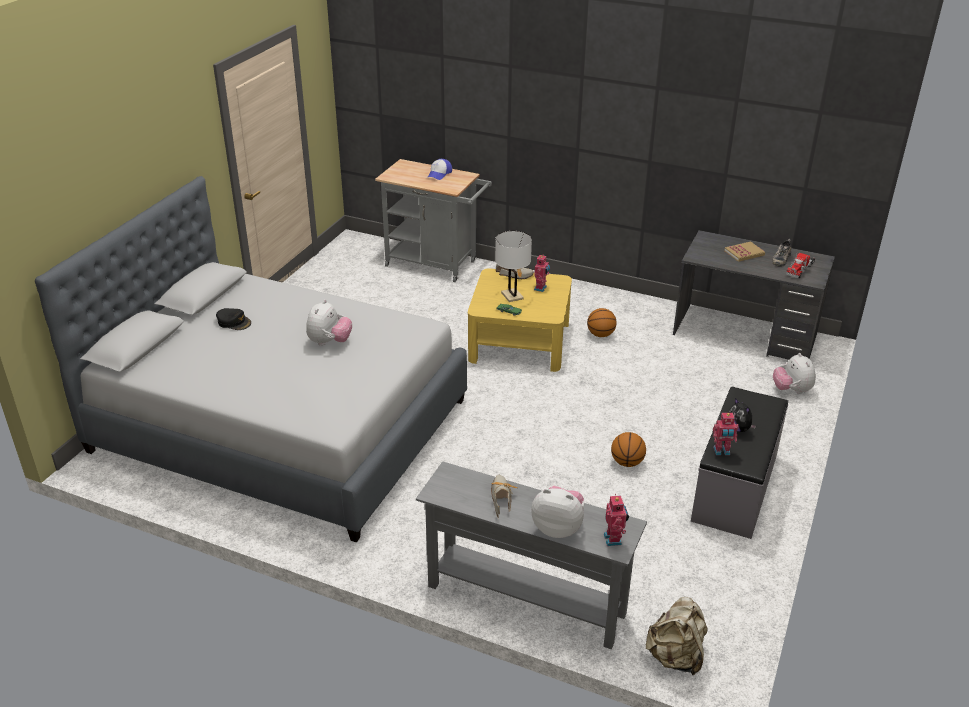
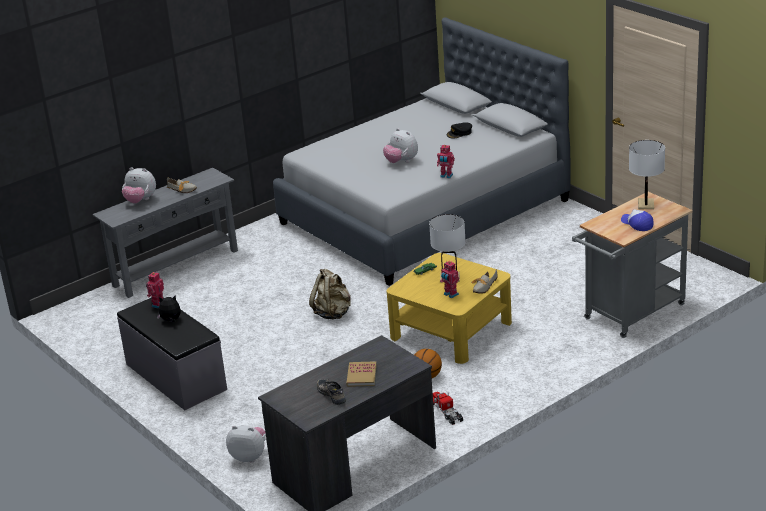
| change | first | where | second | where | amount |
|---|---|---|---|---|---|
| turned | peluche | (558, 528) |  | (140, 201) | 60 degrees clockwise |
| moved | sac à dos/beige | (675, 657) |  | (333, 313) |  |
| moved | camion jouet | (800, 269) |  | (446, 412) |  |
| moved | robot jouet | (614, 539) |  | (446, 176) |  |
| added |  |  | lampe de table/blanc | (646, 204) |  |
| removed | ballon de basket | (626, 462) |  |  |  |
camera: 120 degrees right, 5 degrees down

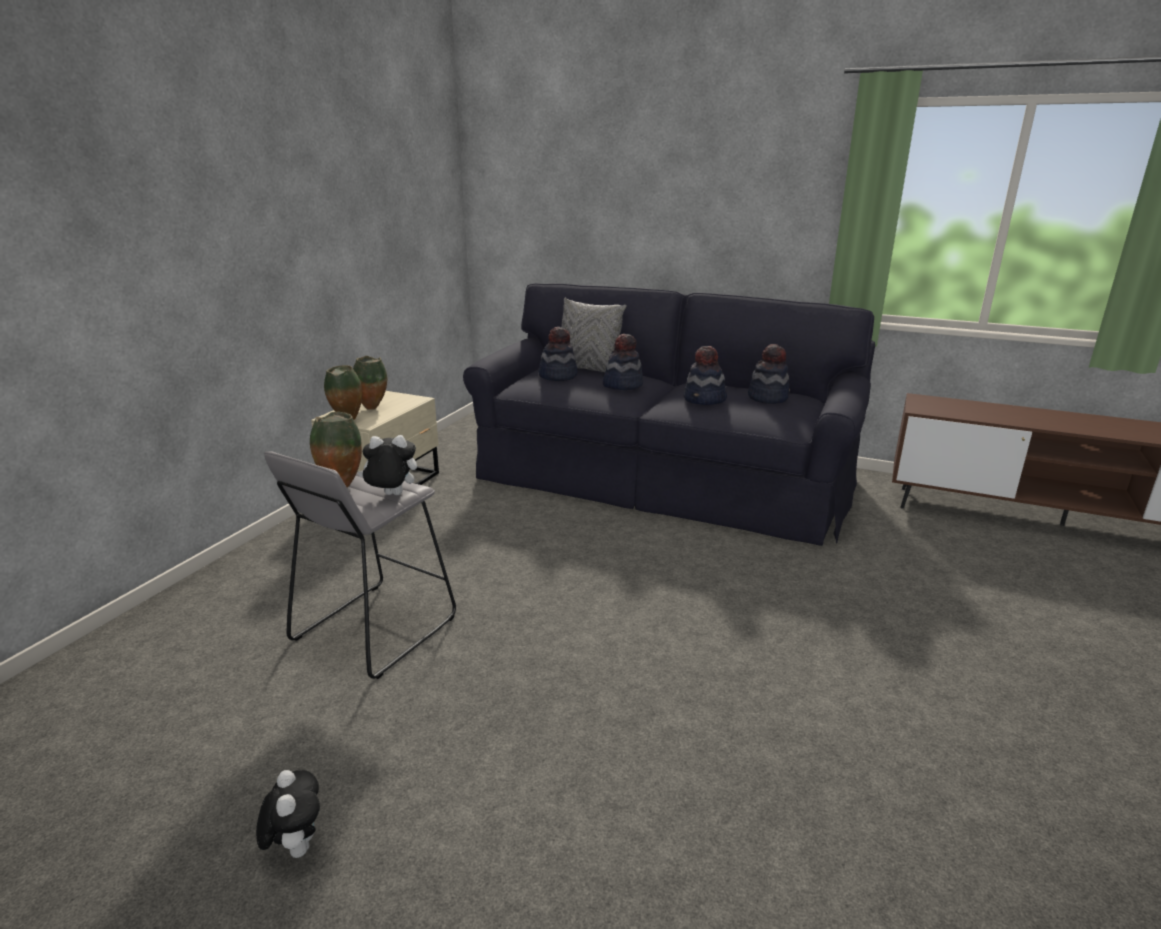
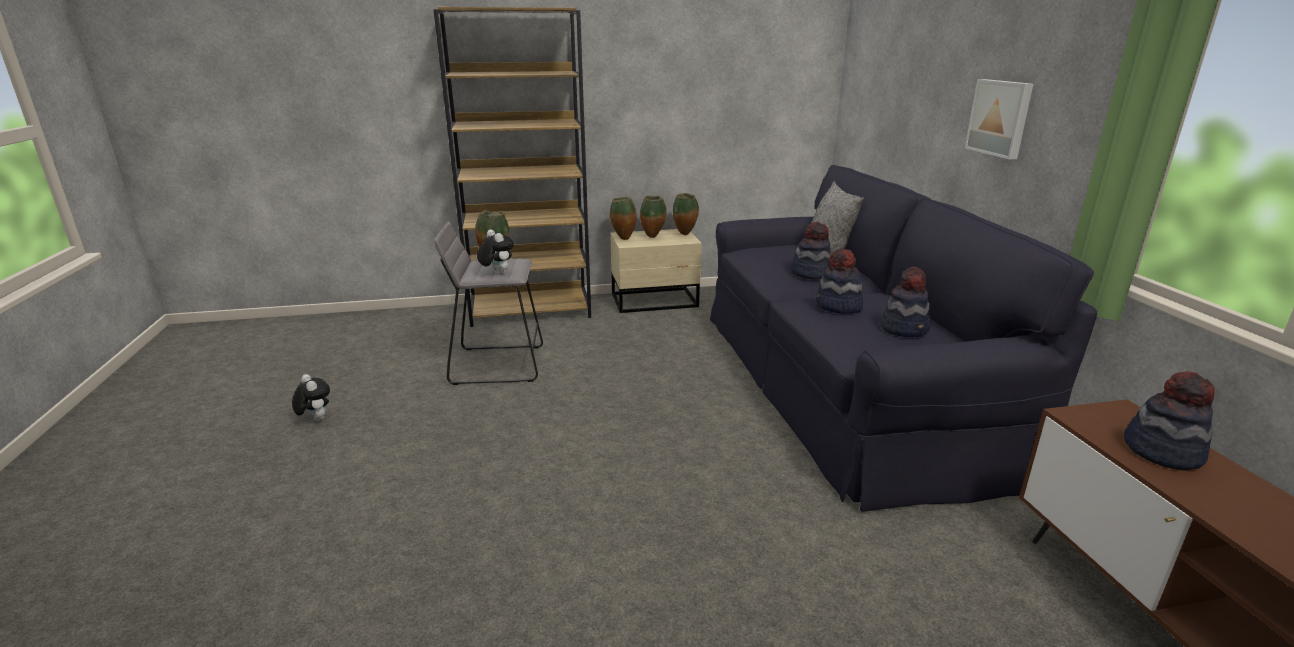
| change | first | where | second | where | amount |
|---|---|---|---|---|---|
| turned | peluche | (296, 846) |  | (315, 419) | 75 degrees counterclockwise |
| added |  |  | bibliothèque/marron | (531, 310) |  |
| added |  |  | vase | (685, 234) |  |
| added |  |  | tableau | (1000, 118) |  |
| moved | chapeau | (558, 376) |  | (1162, 451) |  |
camera: 55 degrees right, 0 degrees up

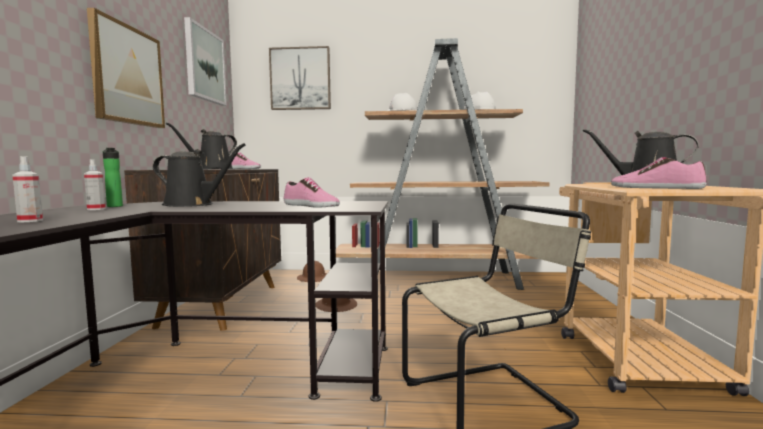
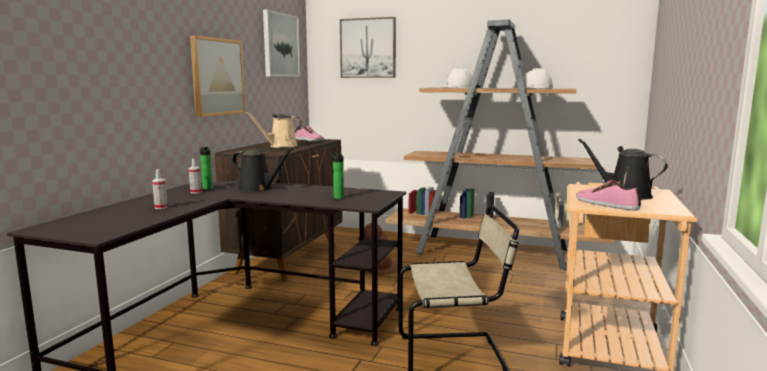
| change | first | where | second | where | amount |
|---|---|---|---|---|---|
| recoloured | arrosoir/noir | (212, 169) | arrosoir/beige | (281, 146) |  |
| replaced | chaussure | (310, 206) | bouteille | (337, 197) |  |
camera: 15 degrees right, 5 degrees up

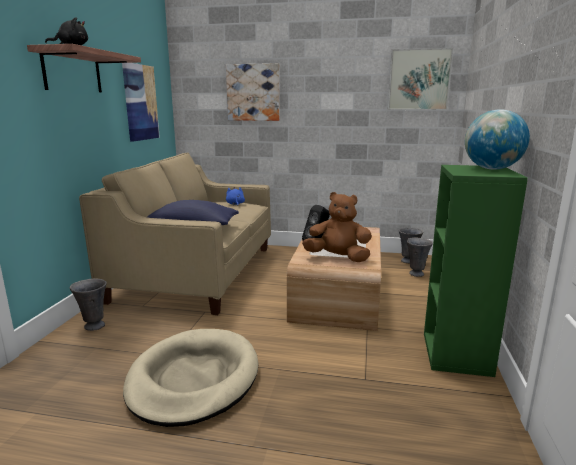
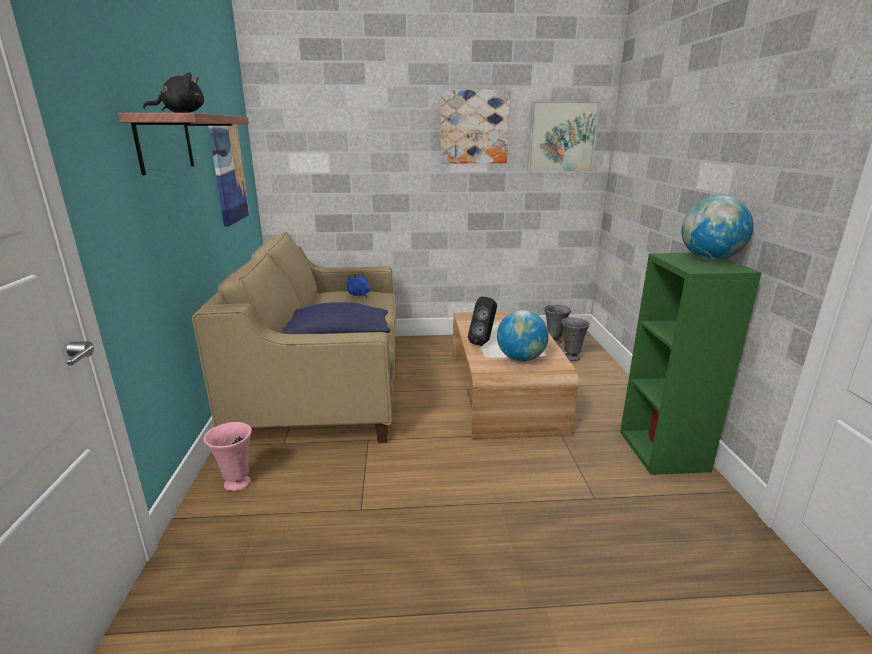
| change | first | where | second | where | amount |
|---|---|---|---|---|---|
| recoloured | vase/gris | (94, 326) | vase/rose | (236, 483) |  |
| moved | tableau | (253, 92) |  | (474, 127) |  |
| replaced | peluche/marron | (338, 258) | globe | (520, 359) |  |
| removed | panier pour chien/beige | (193, 379) |  |  |  |
camera: 15 degrees left, 5 degrees up

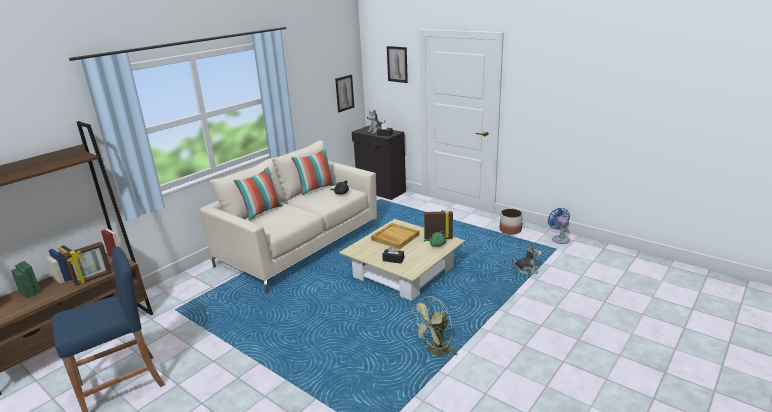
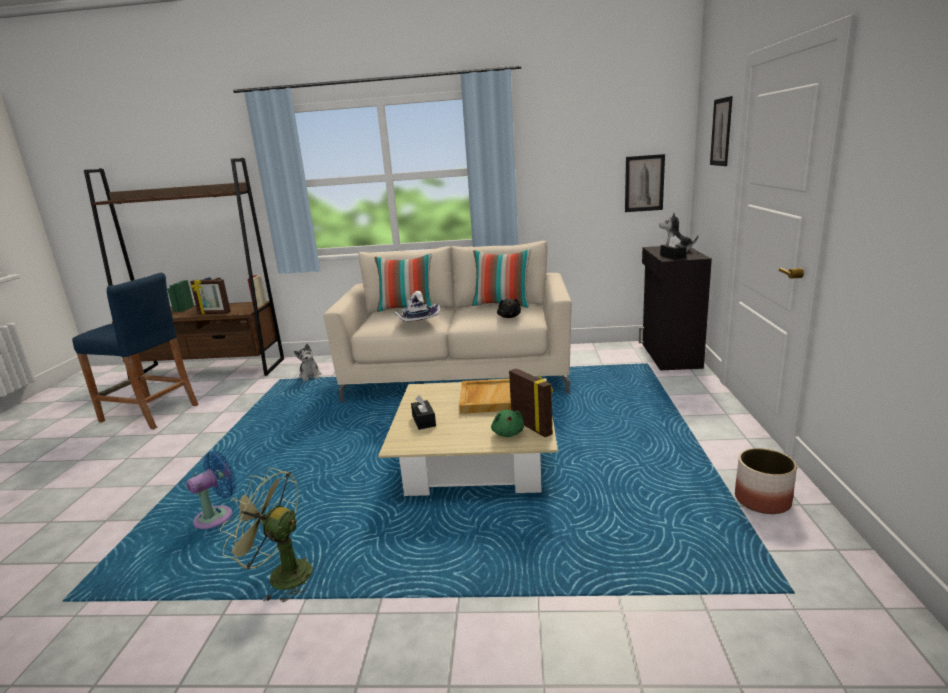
| change | first | where | second | where | amount |
|---|---|---|---|---|---|
| moved | ventilateur/bleu | (559, 238) |  | (217, 516) |  |
| moved | peluche | (526, 269) |  | (310, 376) |  |
| added |  |  | chapeau/blanc | (417, 322) |  |
camera: 55 degrees right, 5 degrees down

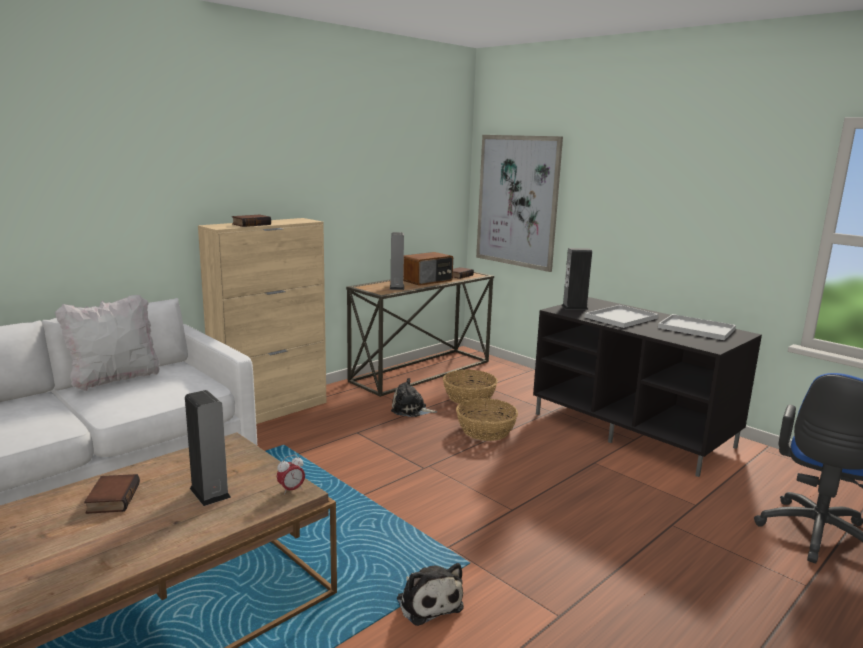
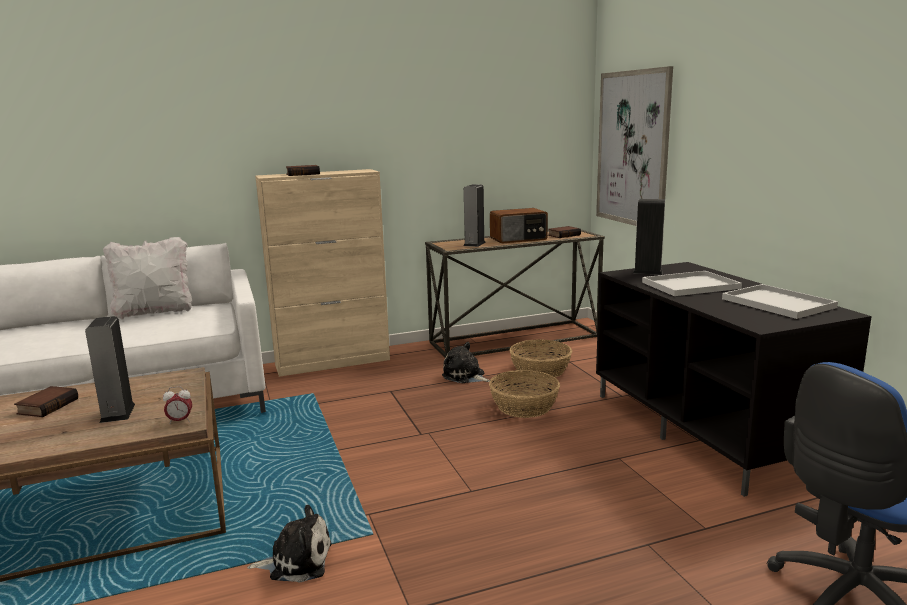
| change | first | where | second | where | amount |
|---|---|---|---|---|---|
| turned | peluche | (428, 601) |  | (296, 561) | 90 degrees counterclockwise |
camera: 25 degrees right, 0 degrees up

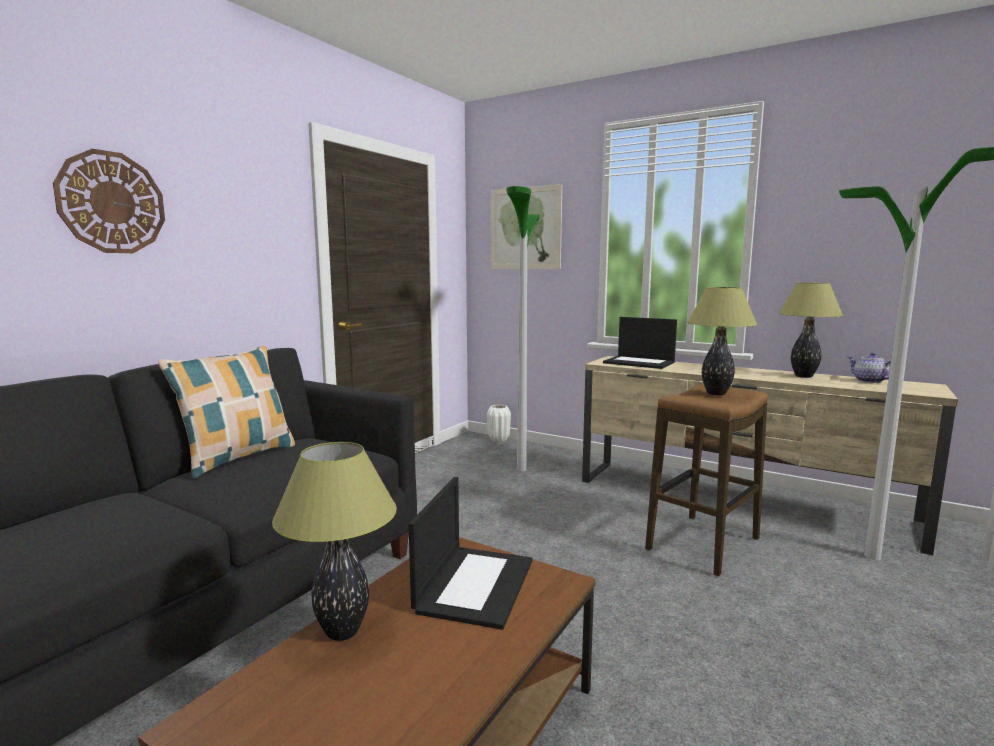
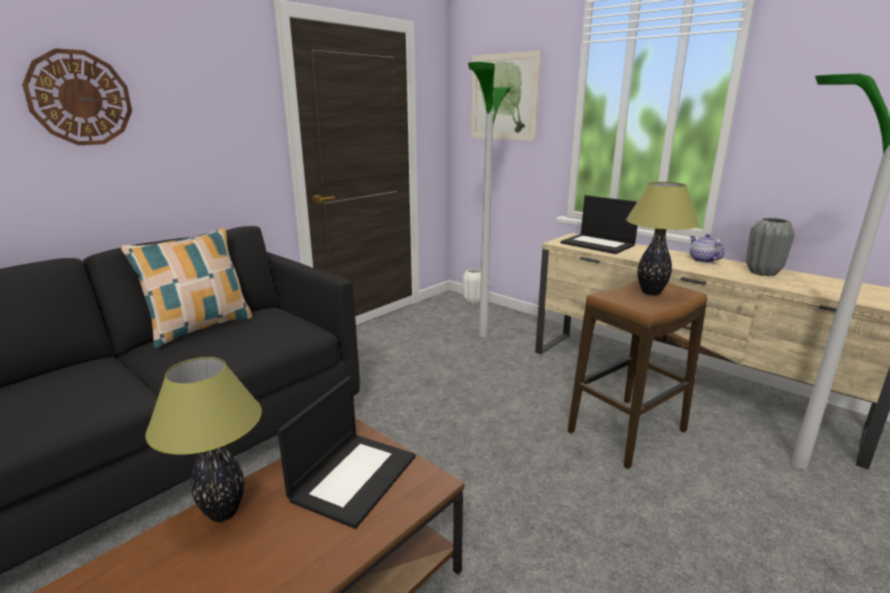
| change | first | where | second | where | amount |
|---|---|---|---|---|---|
| moved | théière | (869, 381) |  | (702, 260) |  |
| replaced | lampe de table | (803, 376) | vase/gris | (762, 272) |  |
camera: 10 degrees right, 10 degrees up

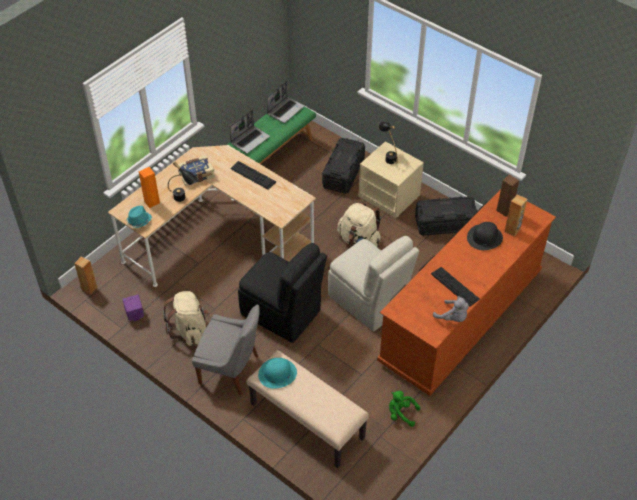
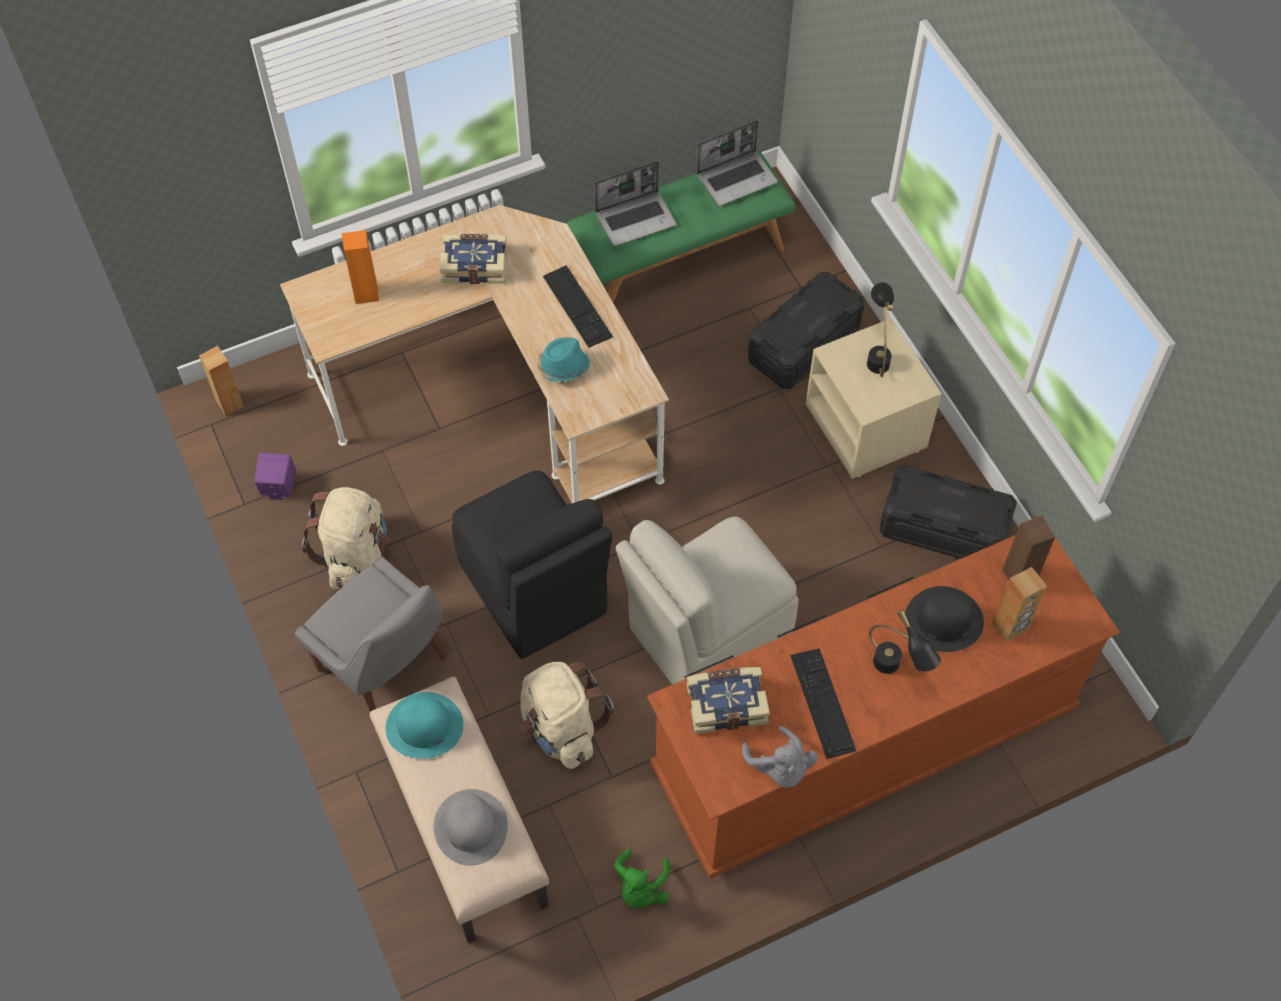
| change | first | where | second | where | amount |
|---|---|---|---|---|---|
| added |  |  | chapeau/gris | (470, 826) |  |
| moved | sac à dos/beige | (359, 241) |  | (561, 728) |  |
| moved | chapeau/turquoise | (138, 221) |  | (562, 366) |  |
| turned | peluche/vert | (401, 414) |  | (641, 888) | 120 degrees counterclockwise |
| turned | chaise/beige | (369, 301) |  | (706, 633) | 75 degrees clockwise |
| added |  |  | livre | (726, 703) |  |
| moved | lampe de table/noir | (184, 199) |  | (895, 671) |  |
camera: 25 degrees right, 10 degrees up

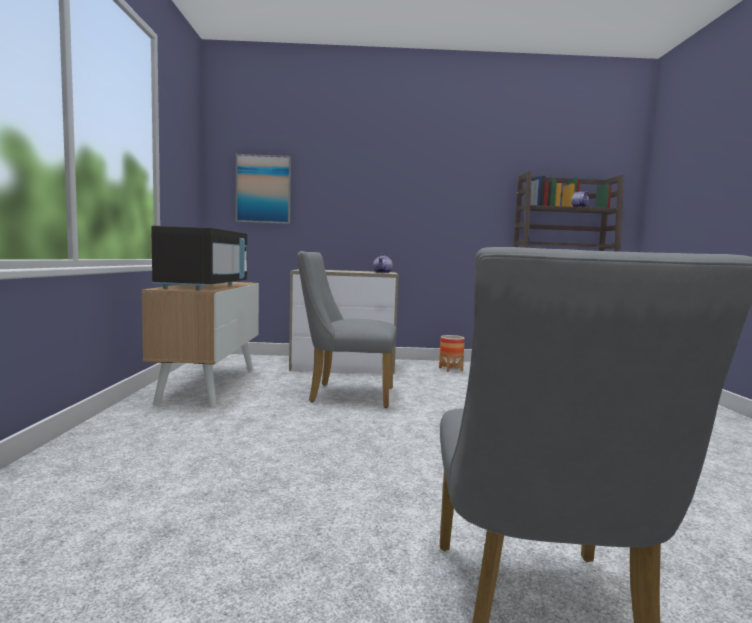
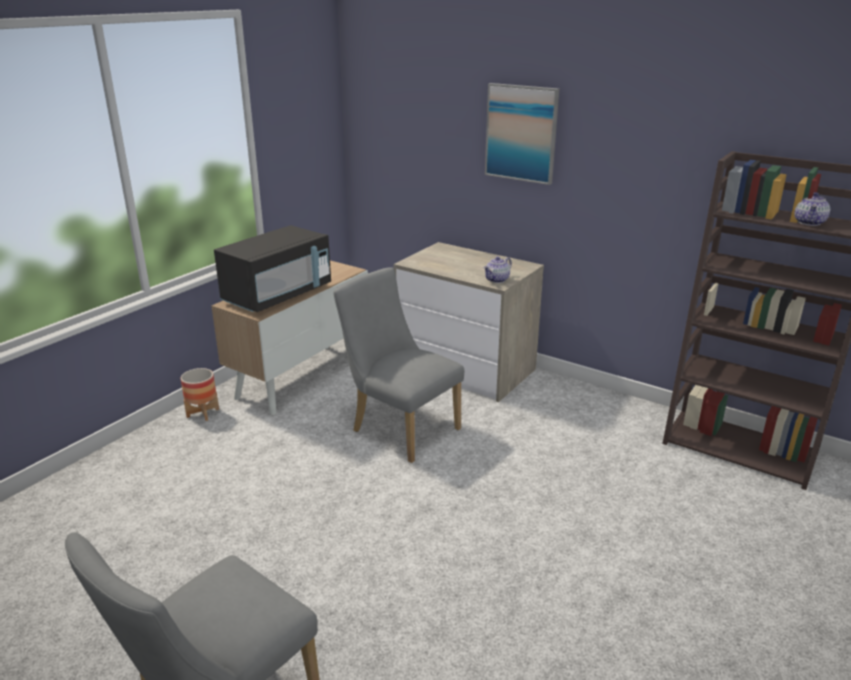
| change | first | where | second | where | amount |
|---|---|---|---|---|---|
| moved | cache-pot | (450, 369) |  | (203, 413) |  |
| moved | tableau | (263, 189) |  | (521, 133) |  |
camera: 35 degrees right, 20 degrees up

